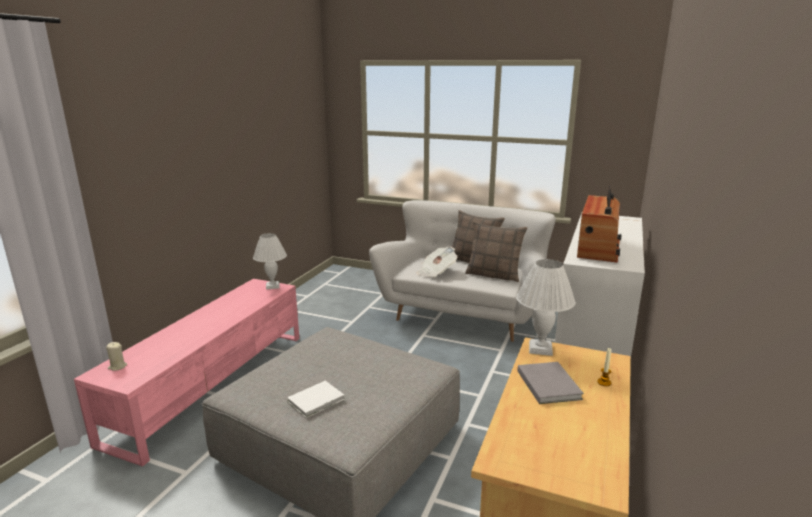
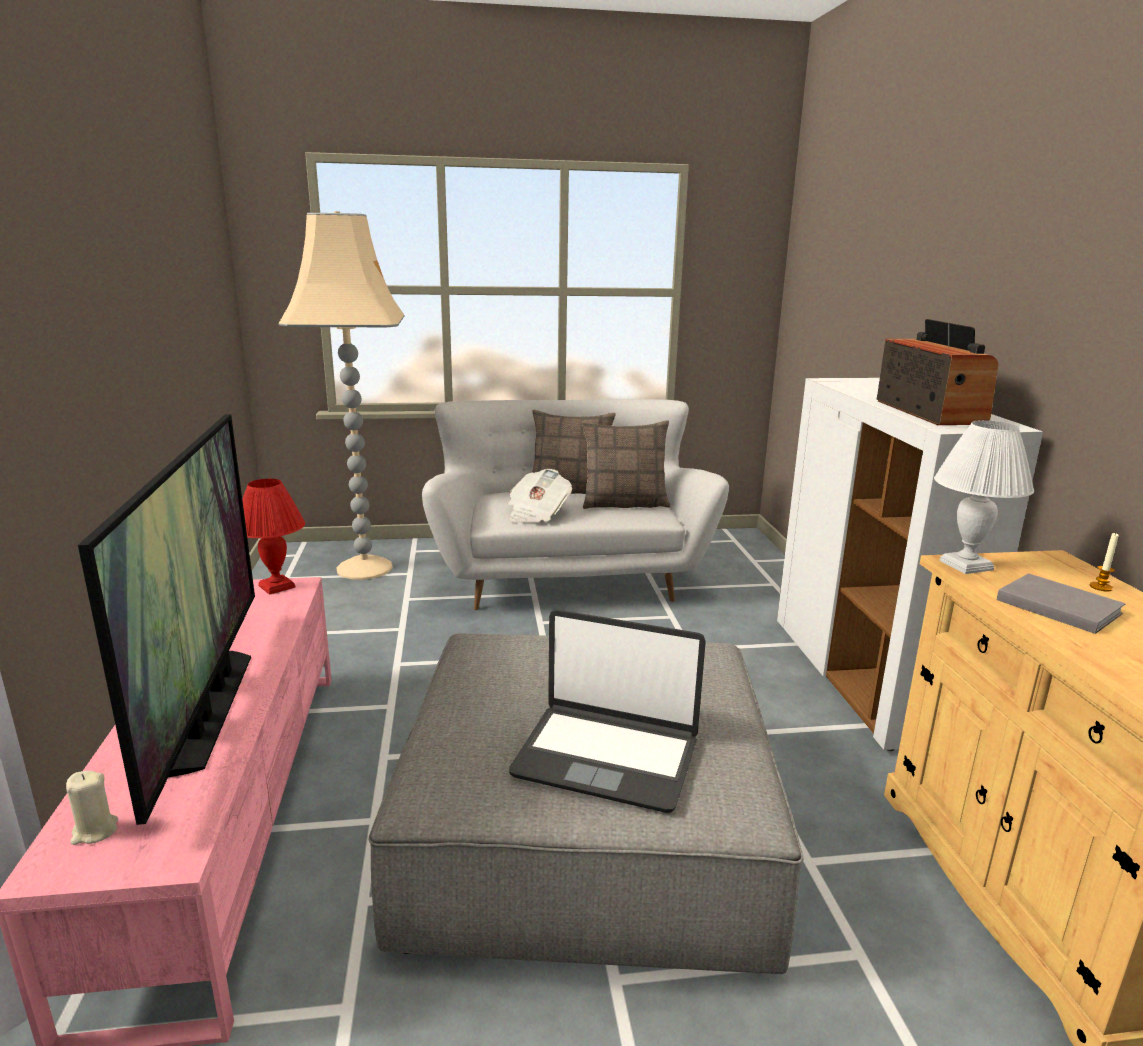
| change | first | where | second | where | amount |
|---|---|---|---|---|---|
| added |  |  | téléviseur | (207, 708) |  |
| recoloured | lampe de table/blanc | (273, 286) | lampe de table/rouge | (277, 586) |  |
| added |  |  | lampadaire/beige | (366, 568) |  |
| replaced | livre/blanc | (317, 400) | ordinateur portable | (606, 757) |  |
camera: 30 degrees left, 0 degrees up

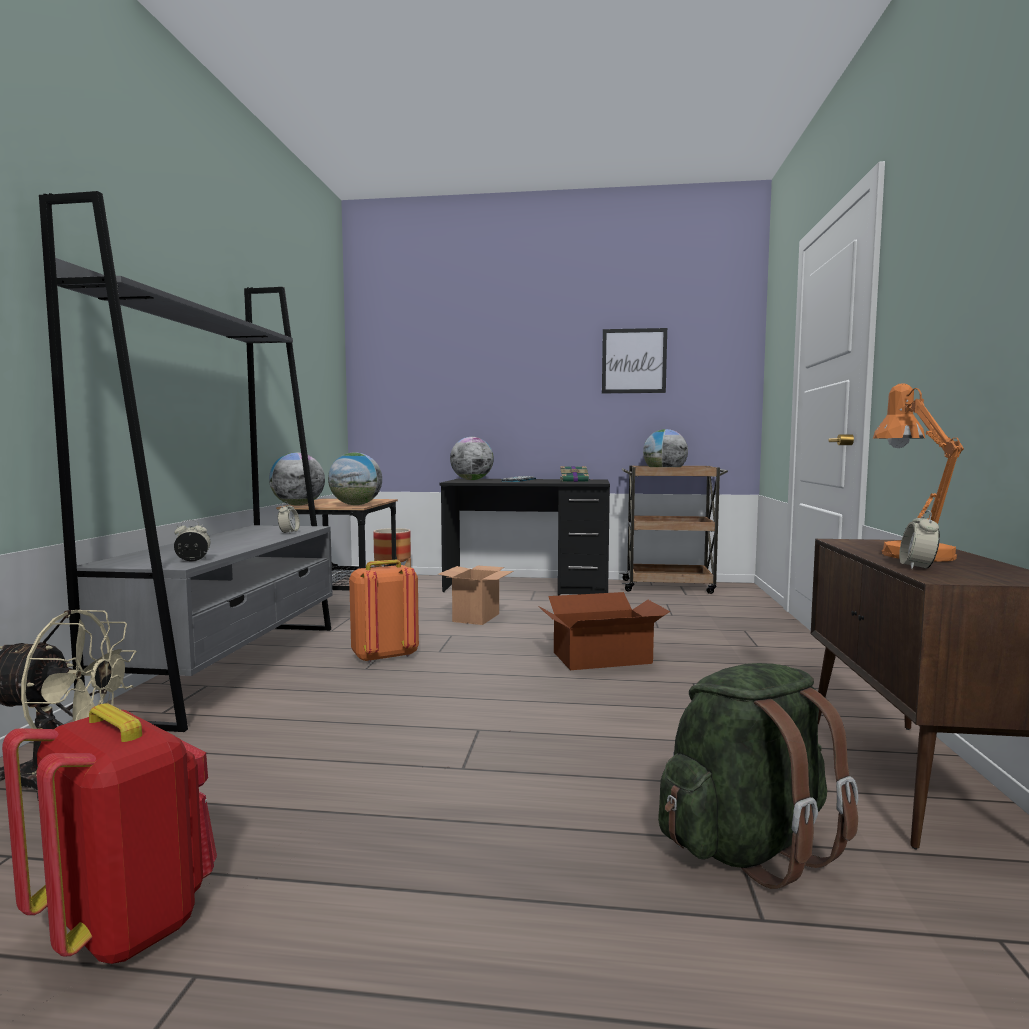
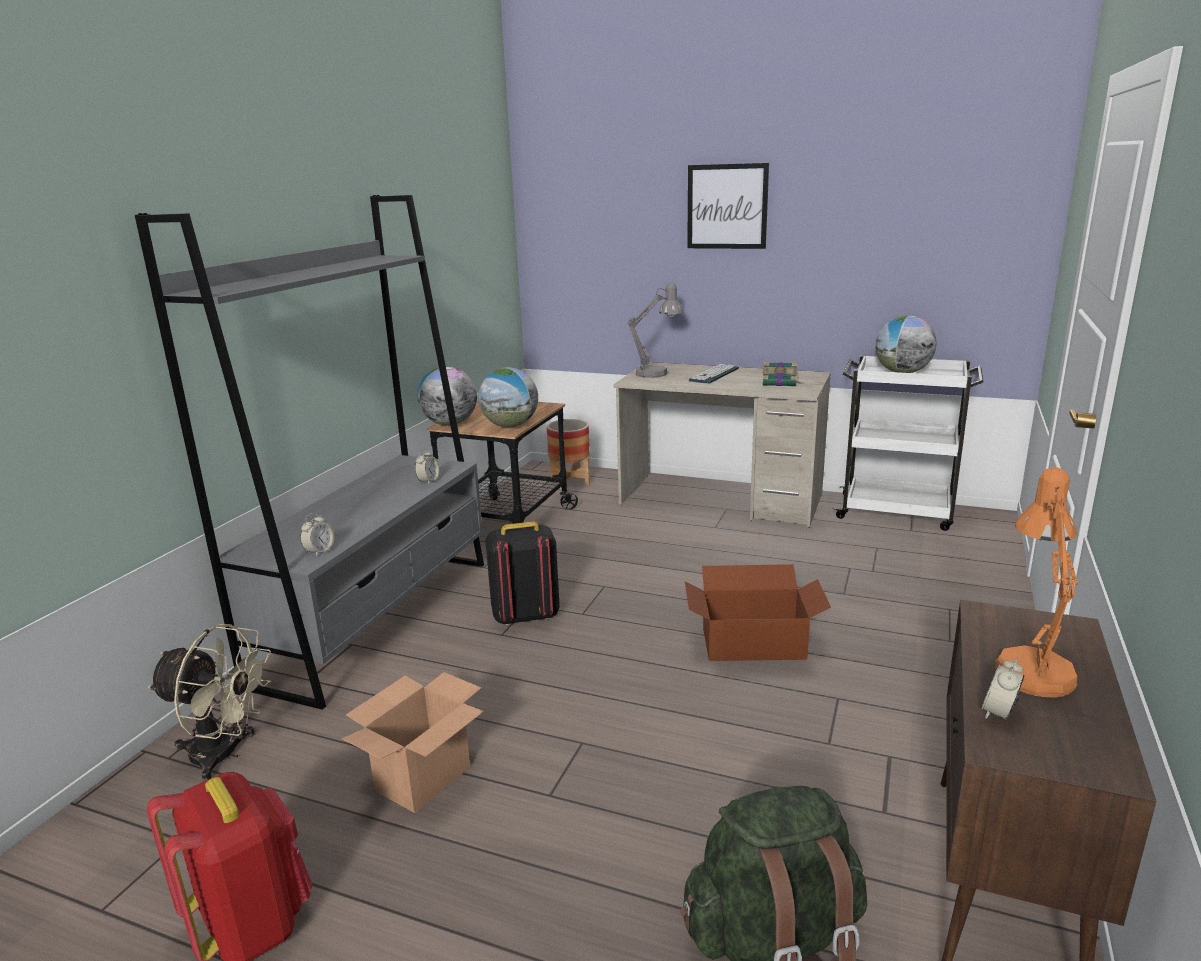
| change | first | where | second | where | amount |
|---|---|---|---|---|---|
| turned | réveil | (193, 560) |  | (319, 551) | 120 degrees clockwise |
| moved | carton | (476, 617) |  | (423, 778) |  |
| recoloured | sac à dos/orange | (384, 656) | sac à dos/noir | (525, 616) |  |
| recoloured | bureau/noir | (527, 586) | bureau/beige | (721, 499) |  |
| replaced | globe | (472, 480) | lampe de table/gris | (657, 372) |  |
| moved | tableau | (634, 361) |  | (727, 206) |  |
| recoloured | chariot/marron | (669, 586) | chariot/blanc | (897, 512) |  |
camera: 15 degrees right, 15 degrees up

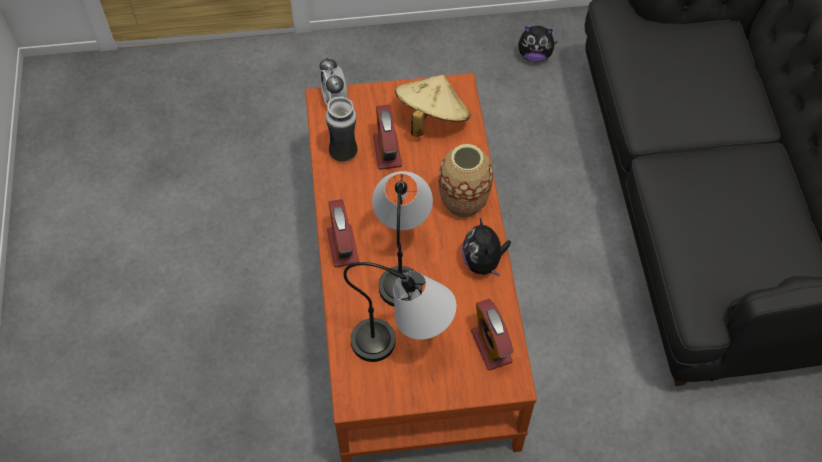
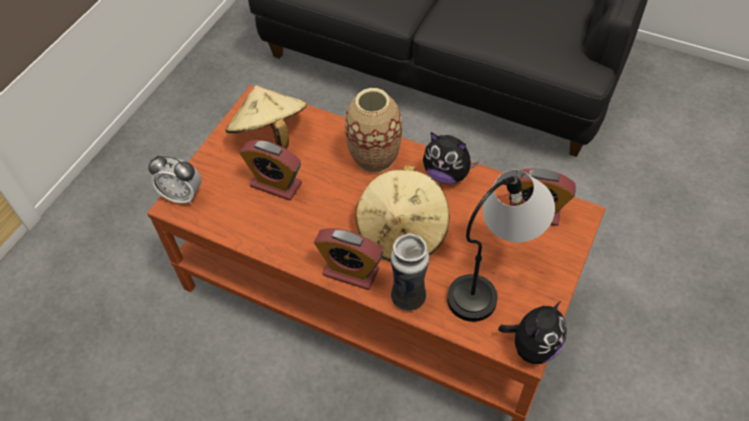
| change | first | where | second | where | amount |
|---|---|---|---|---|---|
| replaced | lampe de table | (402, 261) | chapeau/beige | (402, 232) |  |
| moved | vase | (344, 153) |  | (408, 297) |  |
| moved | peluche | (534, 55) |  | (532, 346) |  |
camera: 55 degrees left, 5 degrees down

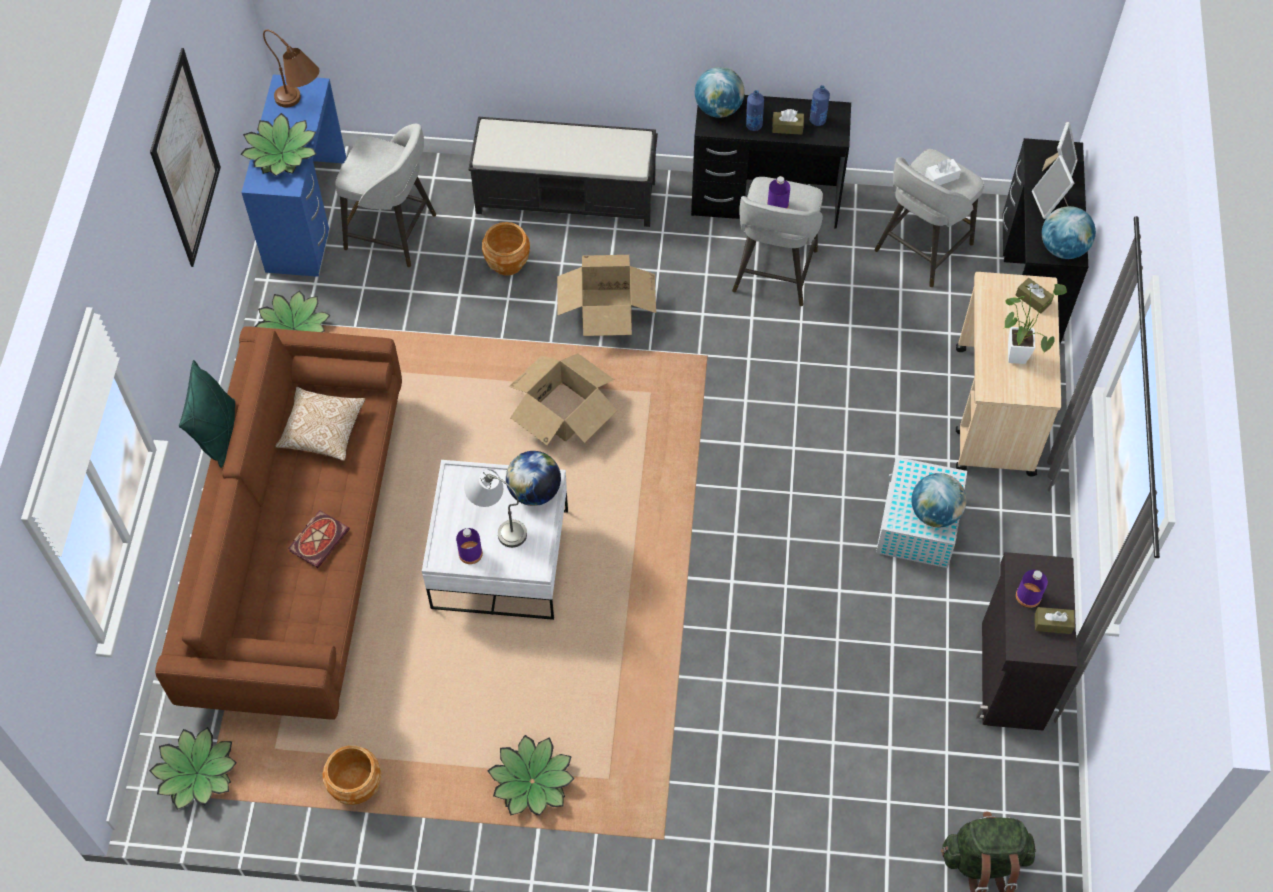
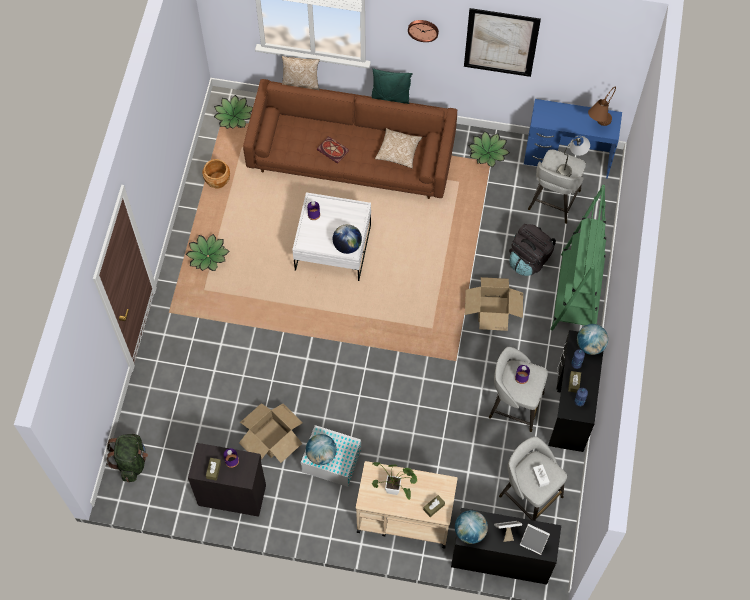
| change | first | where | second | where | amount |
|---|---|---|---|---|---|
| moved | carton | (563, 412) |  | (271, 438) |  |
| added |  |  | coussin | (301, 83) |  |
| added |  |  | horloge murale | (423, 29) |  |
| replaced | cache-pot/marron | (507, 262) | sac à dos/noir | (529, 259) |  |
| replaced | banc/noir | (567, 197) | bibliothèque/vert | (577, 294) |  |
| moved | lampe de table/gris | (498, 522) |  | (571, 165) |  |
| removed | plante en pot | (282, 153) |  |  |  |
camera: 95 degrees right, 5 degrees up

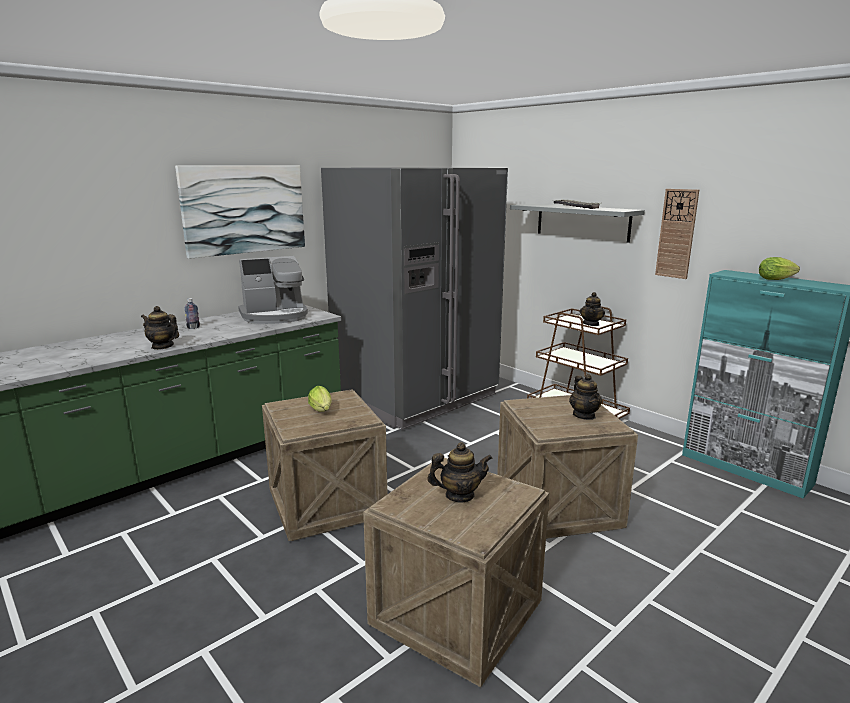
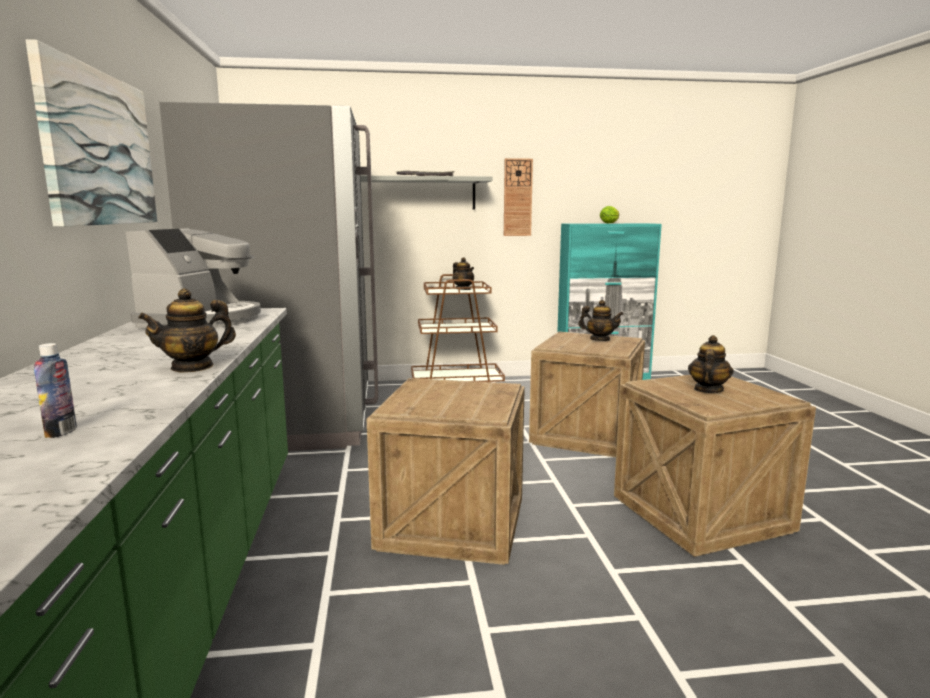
| change | first | where | second | where | amount |
|---|---|---|---|---|---|
| moved | bouteille | (193, 327) |  | (61, 432) |  |
| removed | laitue | (322, 411) |  |  |  |
camera: 55 degrees left, 5 degrees down

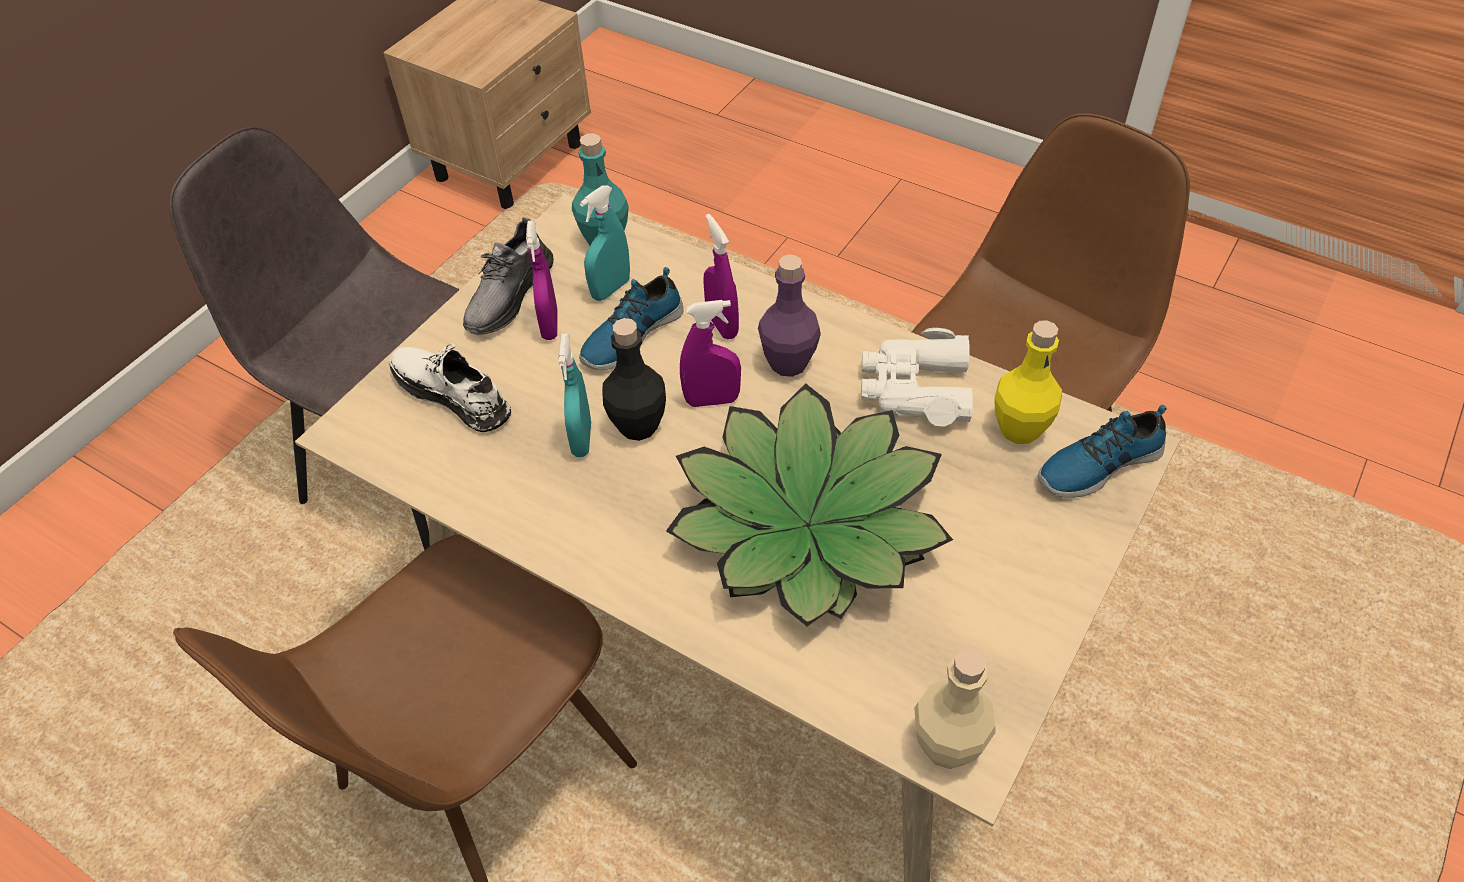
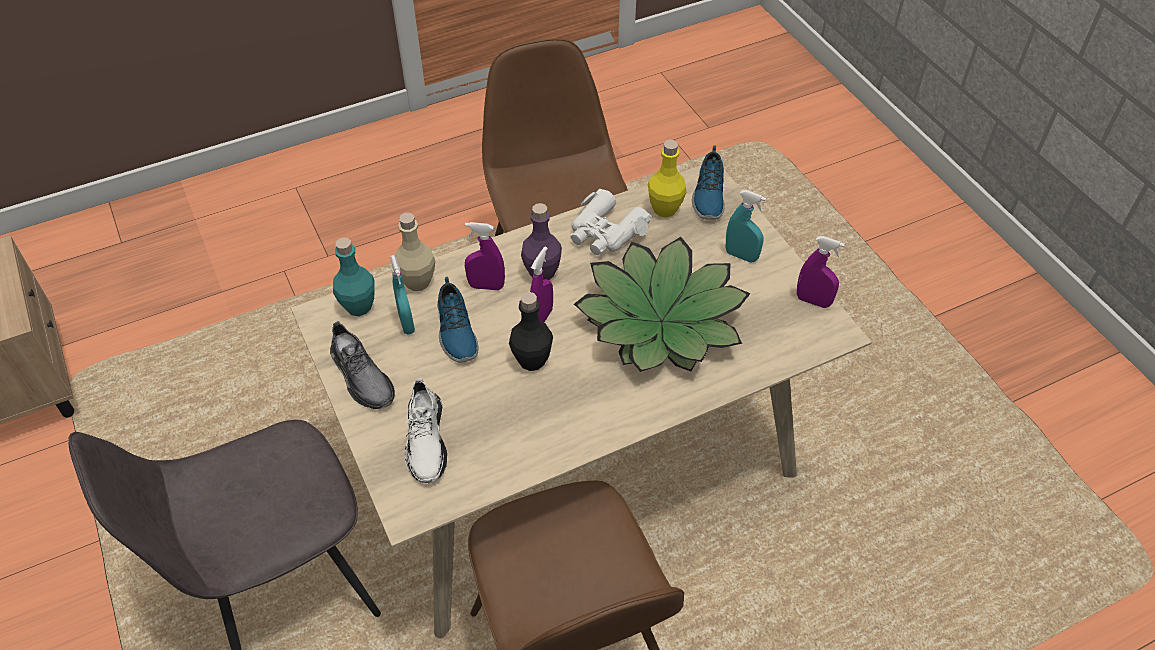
| change | first | where | second | where | amount |
|---|---|---|---|---|---|
| moved | bouteille/beige | (947, 746) |  | (417, 281) |  |
| turned | chaussure/blanc | (452, 394) |  | (426, 441) | 75 degrees counterclockwise |
| moved | vaporisateur/turquoise | (582, 439) |  | (741, 256) |  |
| moved | vaporisateur/violet | (550, 325) |  | (813, 301) |  |
camera: 60 degrees left, 0 degrees up

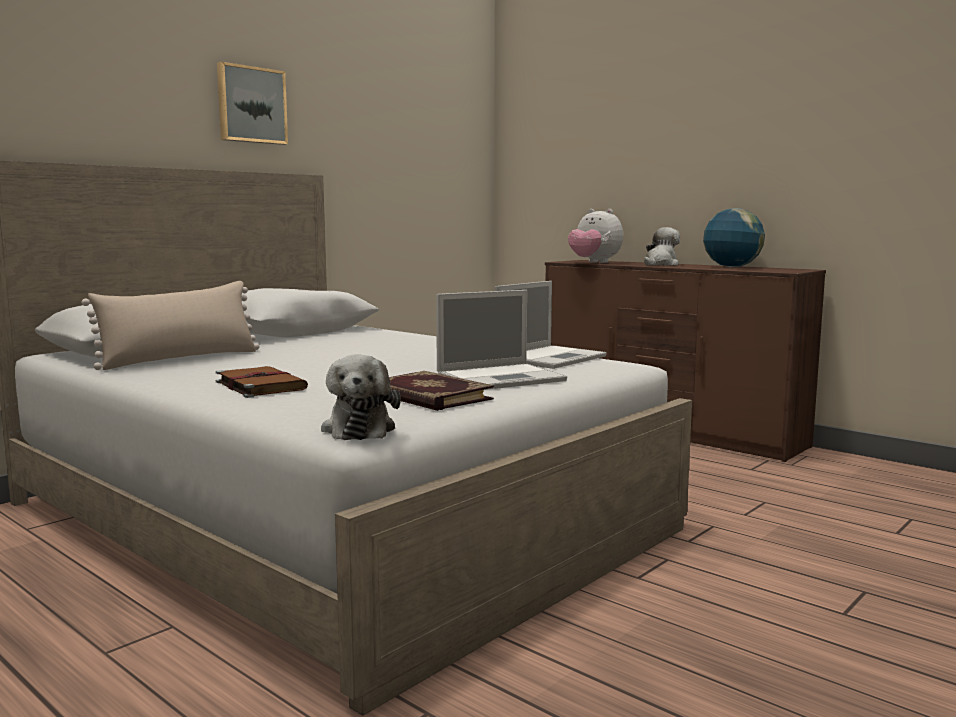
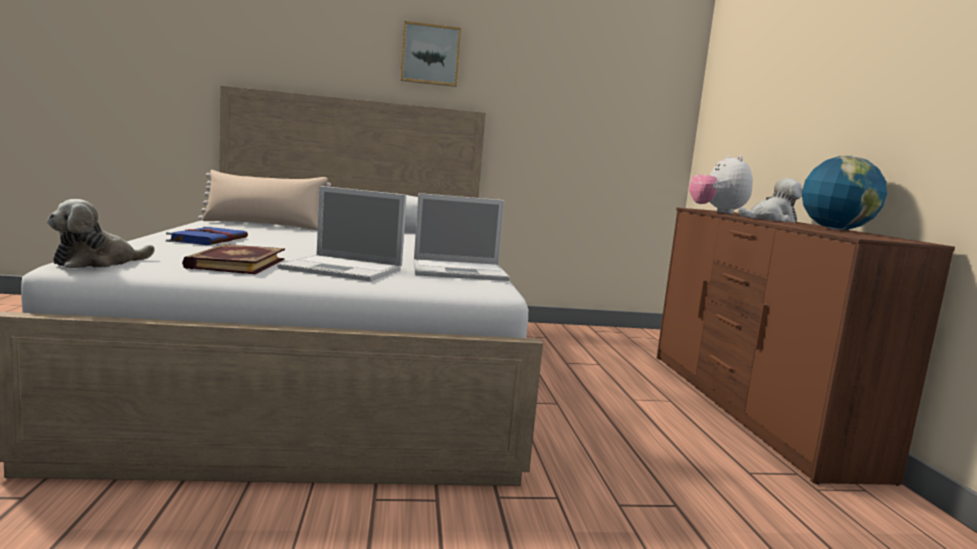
| change | first | where | second | where | amount |
|---|---|---|---|---|---|
| recoloured | livre/marron | (259, 385) | livre/bleu | (209, 239) |  |
camera: 40 degrees right, 0 degrees up

